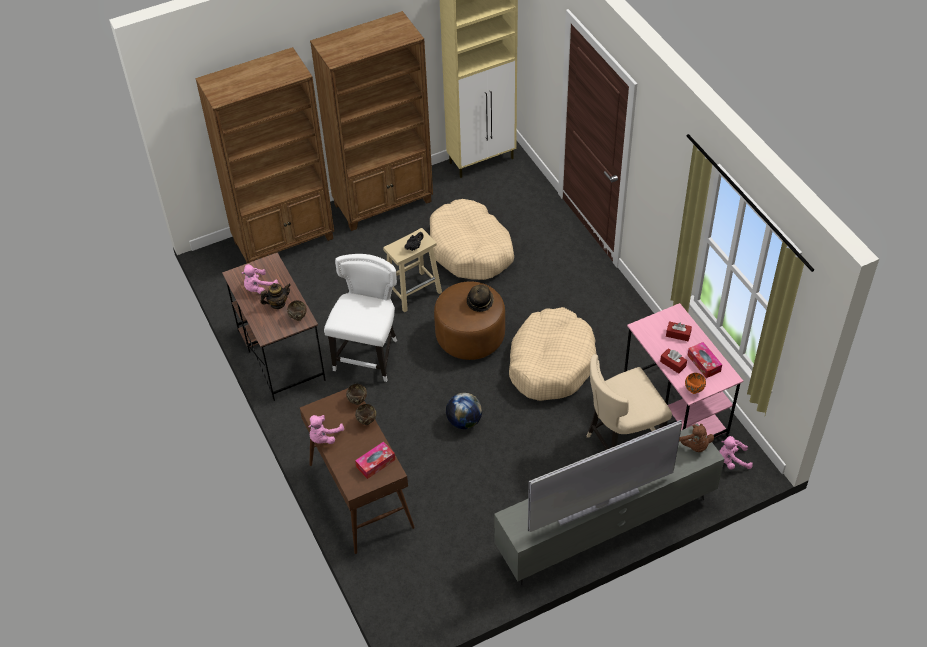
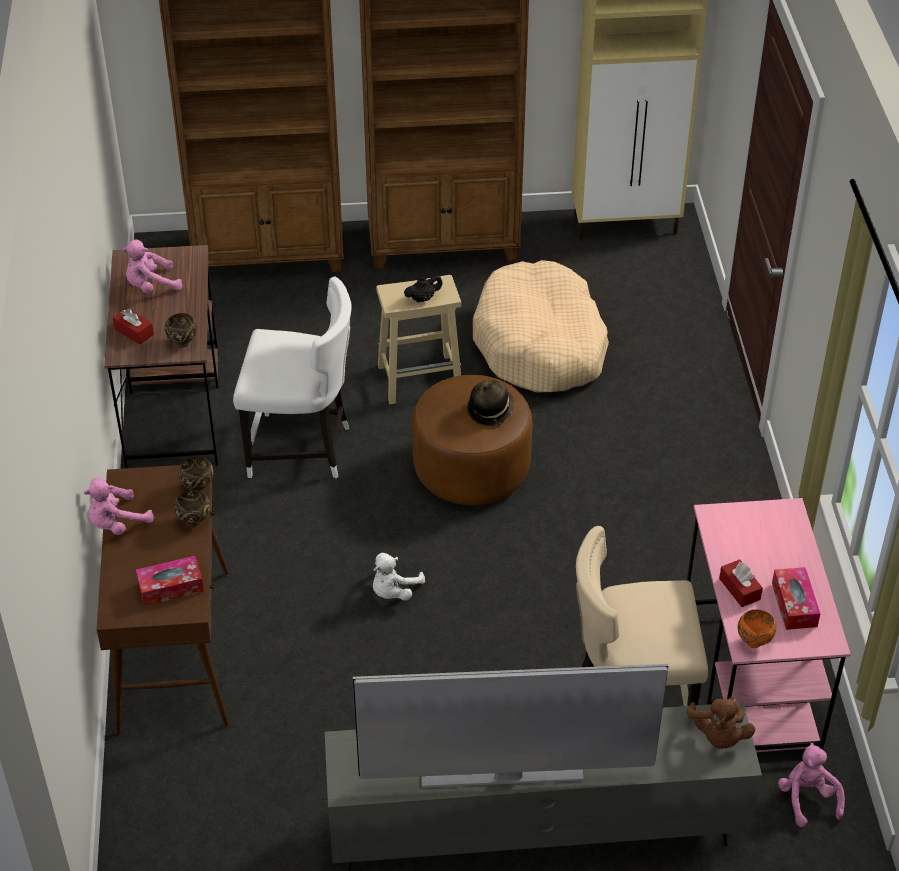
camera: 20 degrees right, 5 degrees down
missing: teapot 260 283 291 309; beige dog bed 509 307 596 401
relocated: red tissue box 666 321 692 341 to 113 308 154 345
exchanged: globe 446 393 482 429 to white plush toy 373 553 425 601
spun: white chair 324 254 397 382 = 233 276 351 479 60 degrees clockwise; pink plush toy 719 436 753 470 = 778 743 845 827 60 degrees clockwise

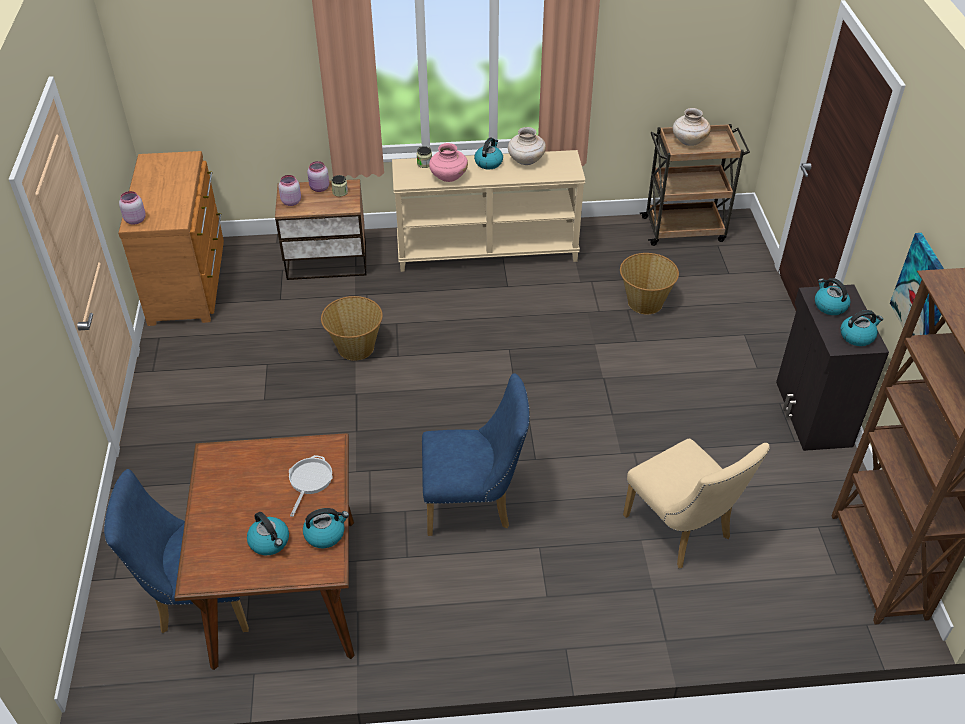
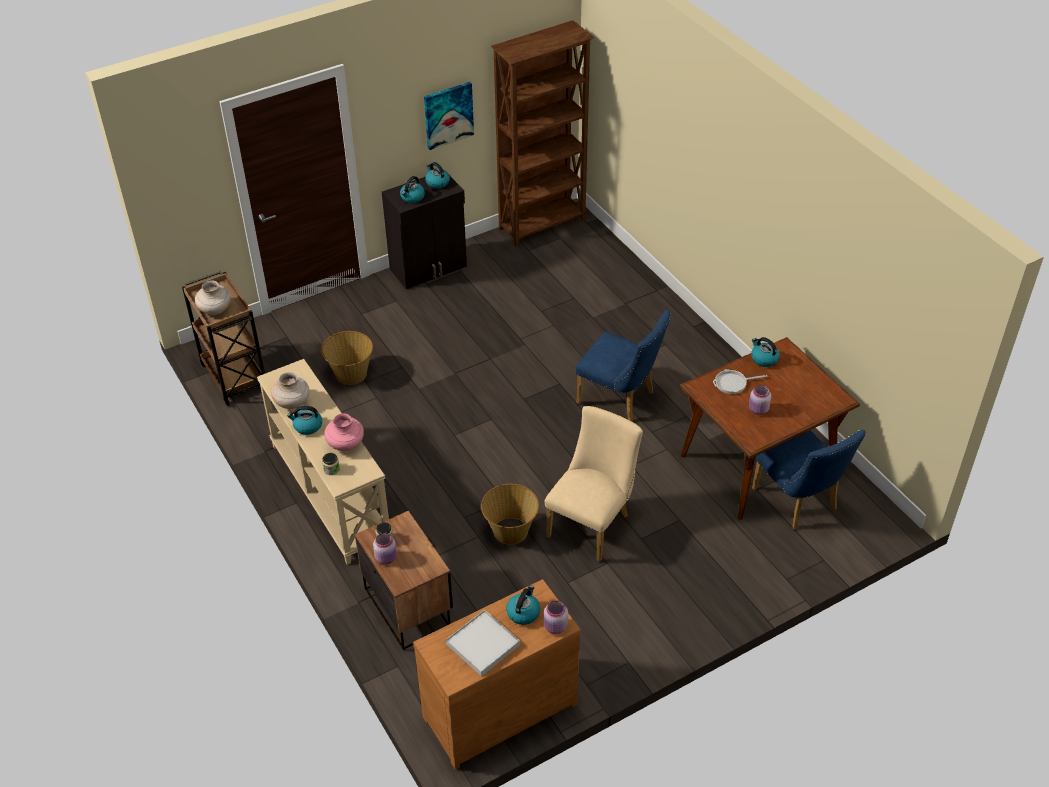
camera: 115 degrees left, 0 degrees up
appeared: white tray 446 610 520 676
relocated: kettle 247 512 289 555 to 506 585 540 625; pink jar 278 175 301 206 to 749 385 771 415; beige chair 623 439 770 568 to 545 406 643 561
spun: blue chair 422 373 530 536 = 576 310 671 422 150 degrees clockwise

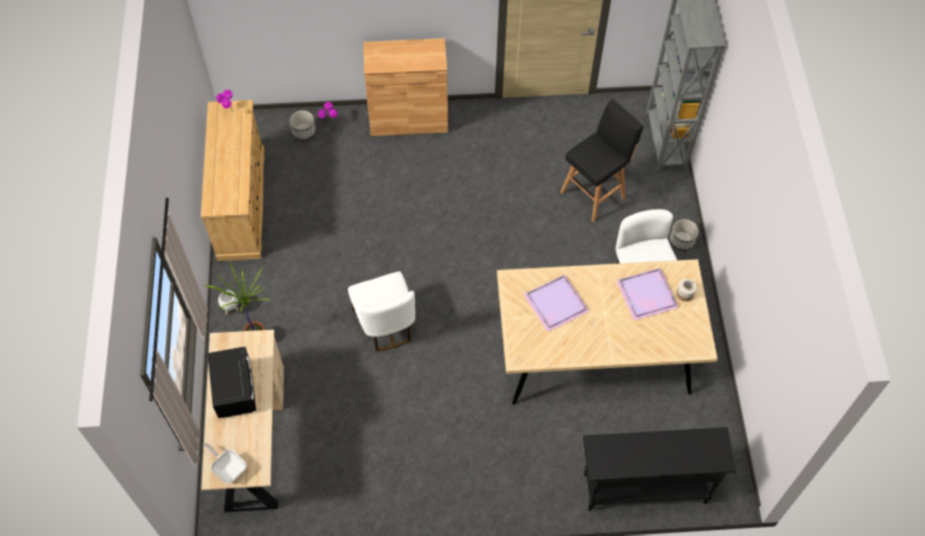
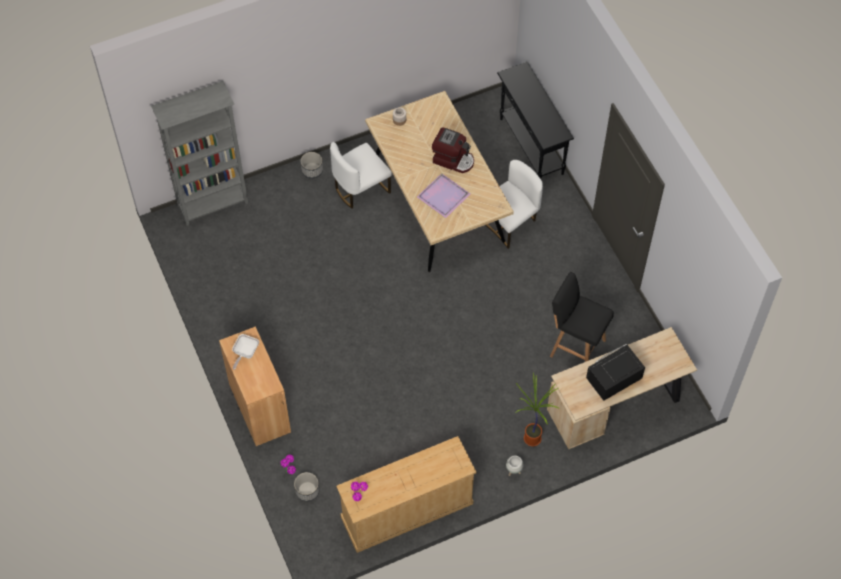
camera: 110 degrees left, 0 degrees up
missing: purple tray 616 268 679 320
appeared: coffee machine 432 128 474 173
relocated: frying pan 204 443 247 483 to 232 334 259 370; white chair 348 271 415 351 to 485 160 543 249; black stool 560 100 643 223 to 550 272 614 362

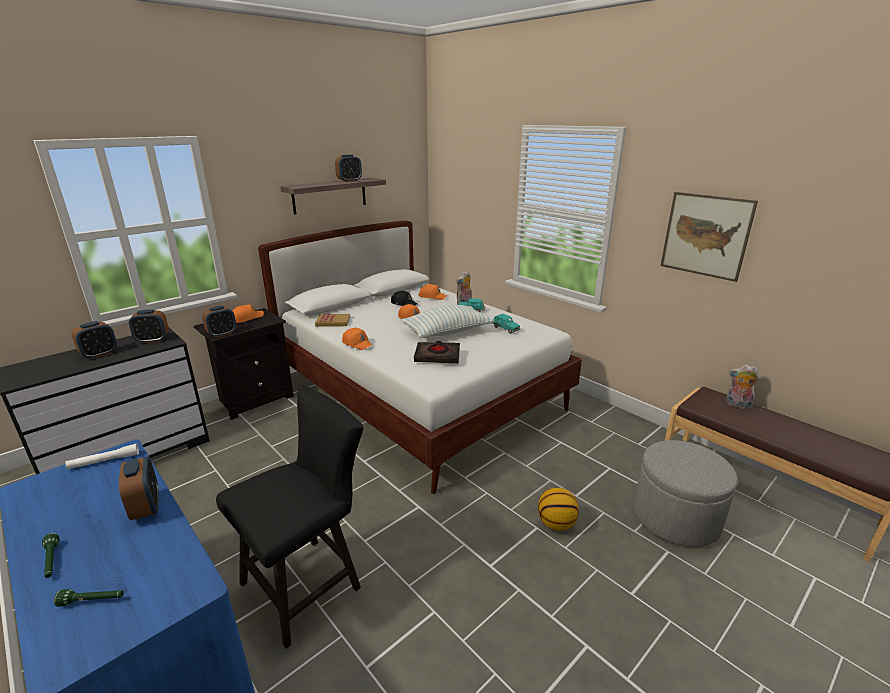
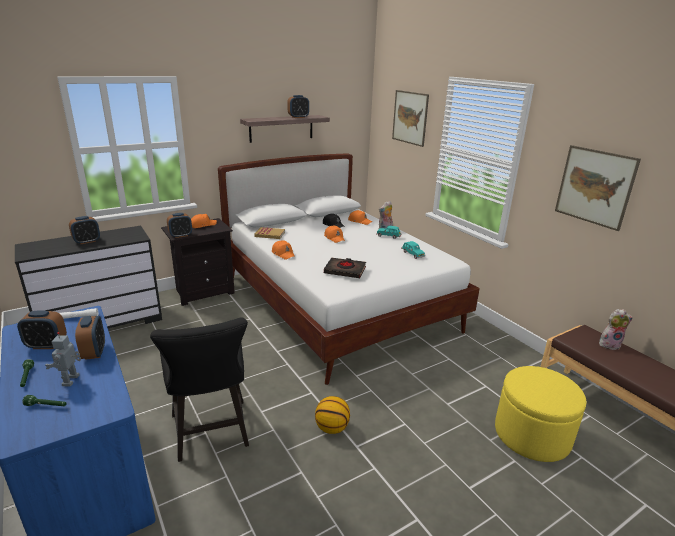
camera: 10 degrees right, 0 degrees up
missing: pillow 401 305 494 338
appeared: toy robot 45 332 81 387; picture 392 90 429 147
relocated: alarm clock 129 309 169 343 to 17 310 67 349; basketball 538 488 579 531 to 315 396 350 434
colour: grey ottoman 633 440 738 547 to yellow ottoman 495 366 587 462
spun: black chair 216 386 363 649 = 150 317 249 462 105 degrees clockwise; plush toy 726 365 759 409 = 599 309 633 350 135 degrees clockwise

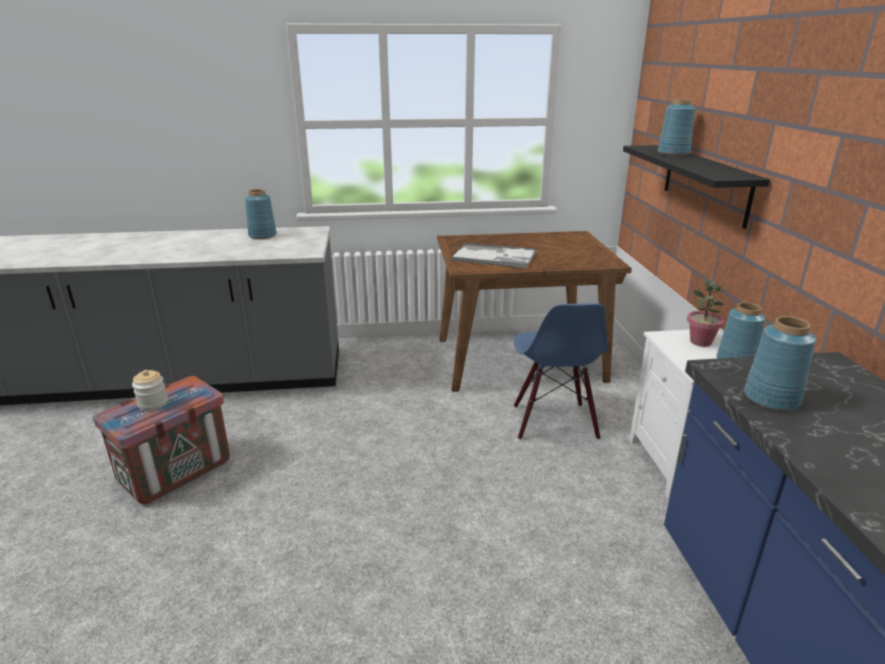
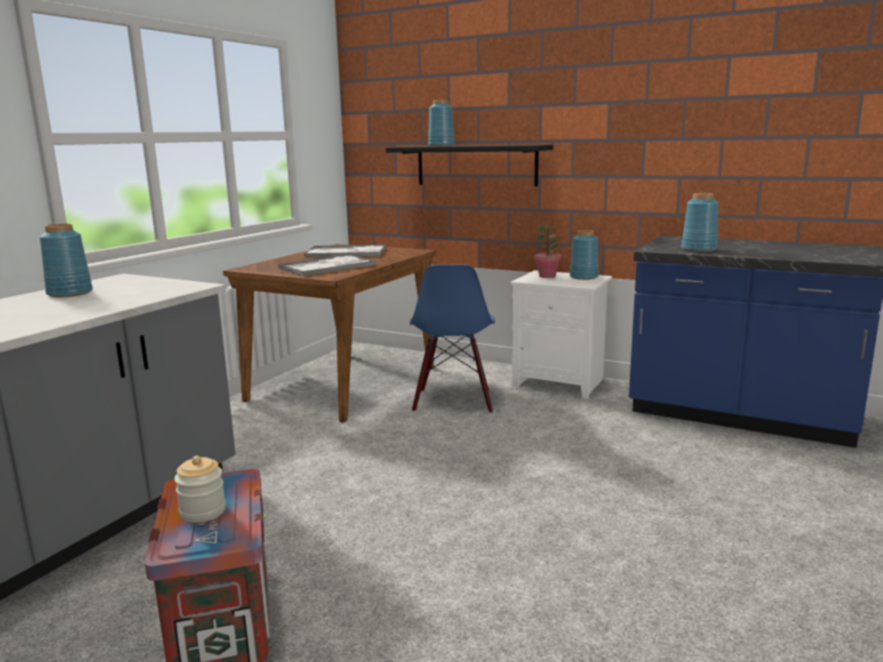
camera: 55 degrees left, 10 degrees down
appeared: tray 304 245 386 257
spun: blue chair 514 303 608 440 = 410 264 495 413 60 degrees clockwise

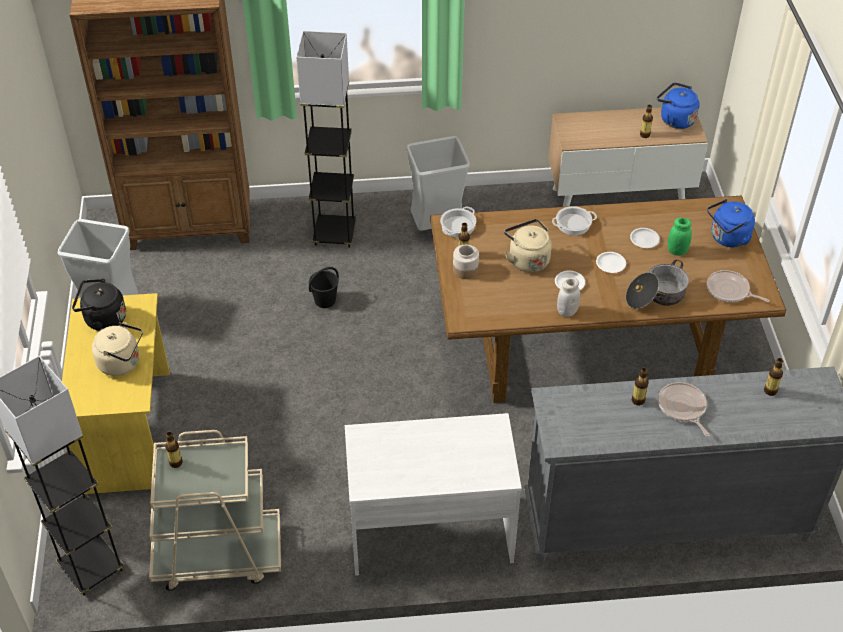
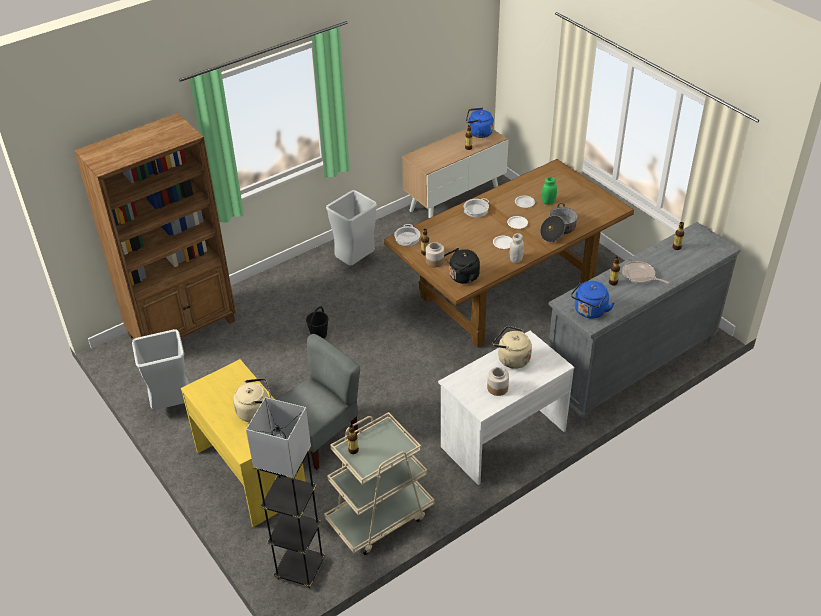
camera: 30 degrees left, 5 degrees down
missing: grey floor lamp 296 31 356 248; frying pan 707 270 770 303
appeared: grey chair 275 334 360 470; jar 487 367 509 396
relocated: black kettle 72 279 126 331 to 444 248 480 284; beige kettle 504 219 552 272 to 493 326 532 369; blue kettle 707 199 755 247 to 571 281 615 318

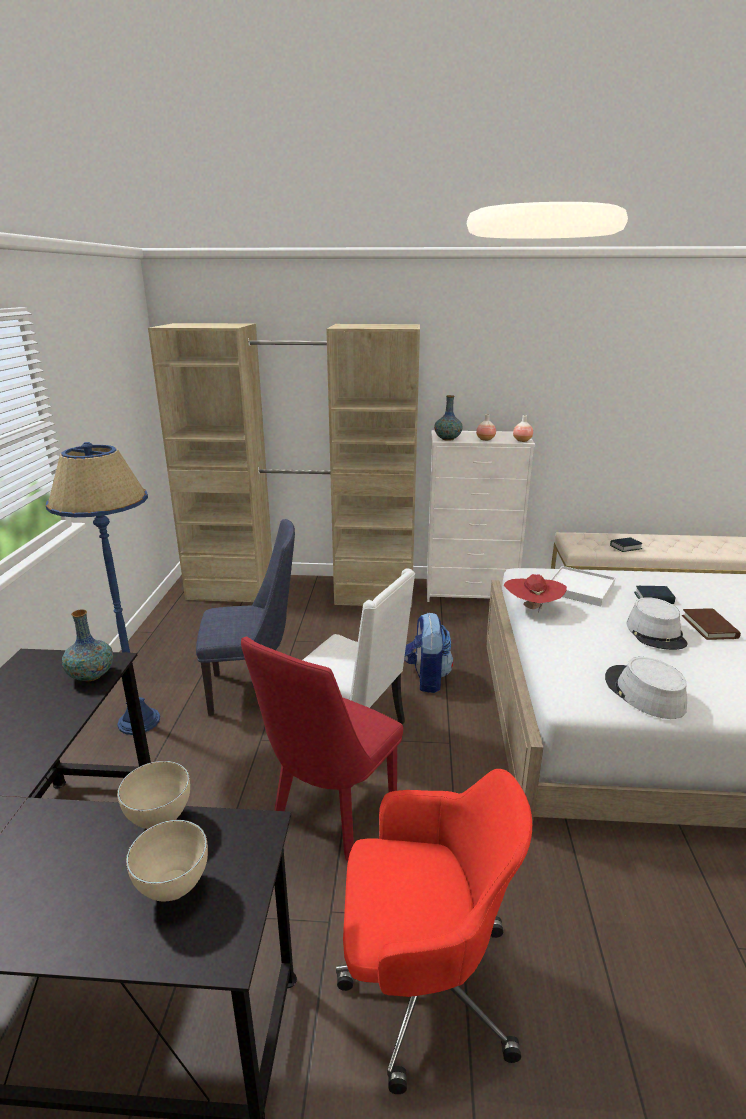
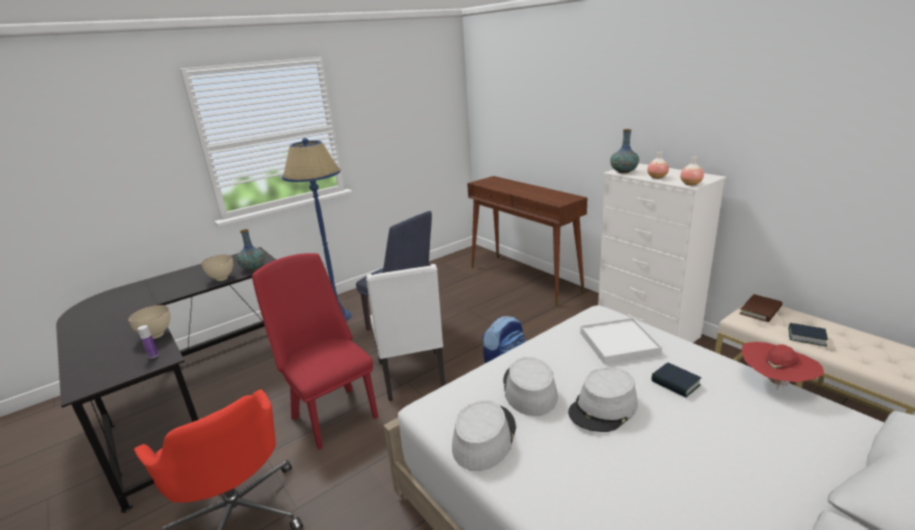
camera: 50 degrees right, 0 degrees up
appeared: bottle 138 325 158 359; grey hat 503 357 558 416
relocated: beige bowl 126 820 208 901 to 201 255 233 281; red hat 504 574 567 613 to 742 342 824 390; brown book 682 608 741 640 to 740 294 782 322
exchanged: beige wardrobe 148 323 420 607 to brown console table 467 176 587 307
spun: red chair 241 637 403 861 = 252 253 378 450 60 degrees clockwise

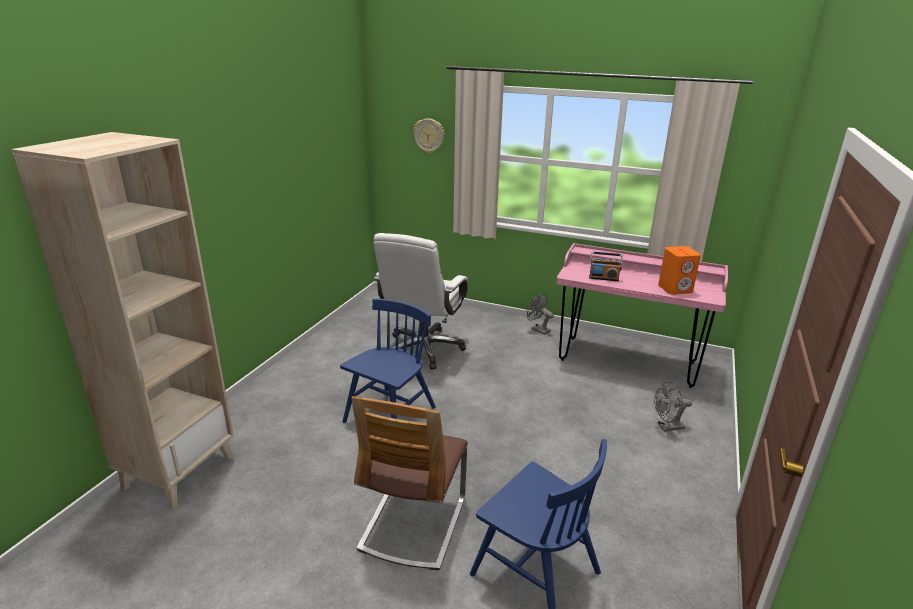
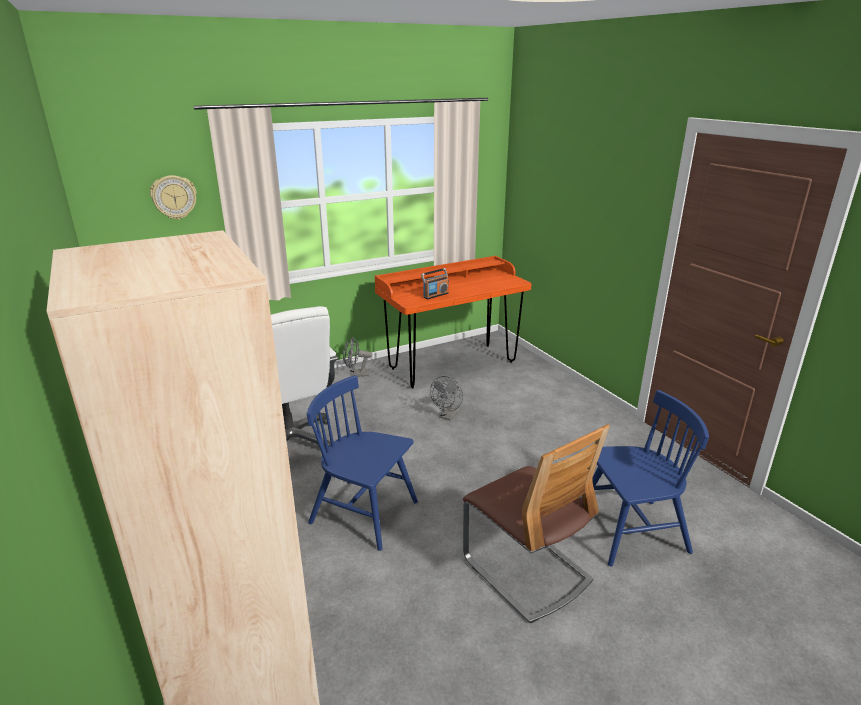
camera: 50 degrees left, 0 degrees up
missing: orange speaker 658 246 701 295
relocated: grey fan 654 382 692 431 to 430 376 463 421
colour: pink desk 556 243 728 388 to orange desk 375 256 532 388
spun: blue chair 340 298 436 423 = 307 375 418 551 45 degrees counterclockwise

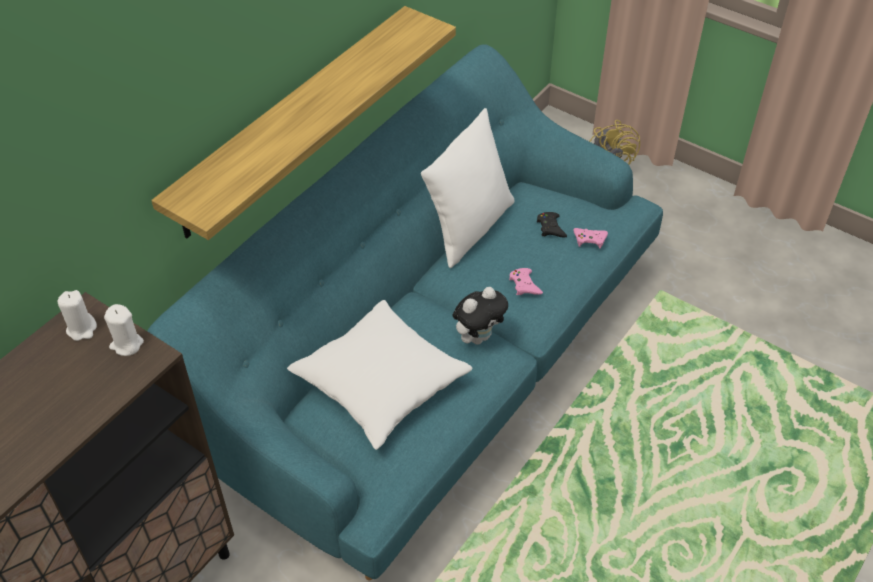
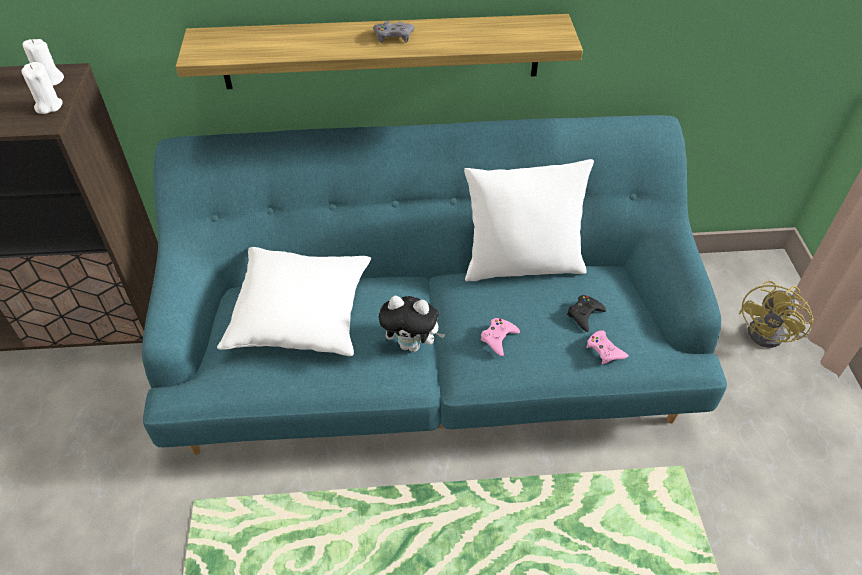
camera: 50 degrees right, 0 degrees up
appeared: grey game controller 373 21 415 43

